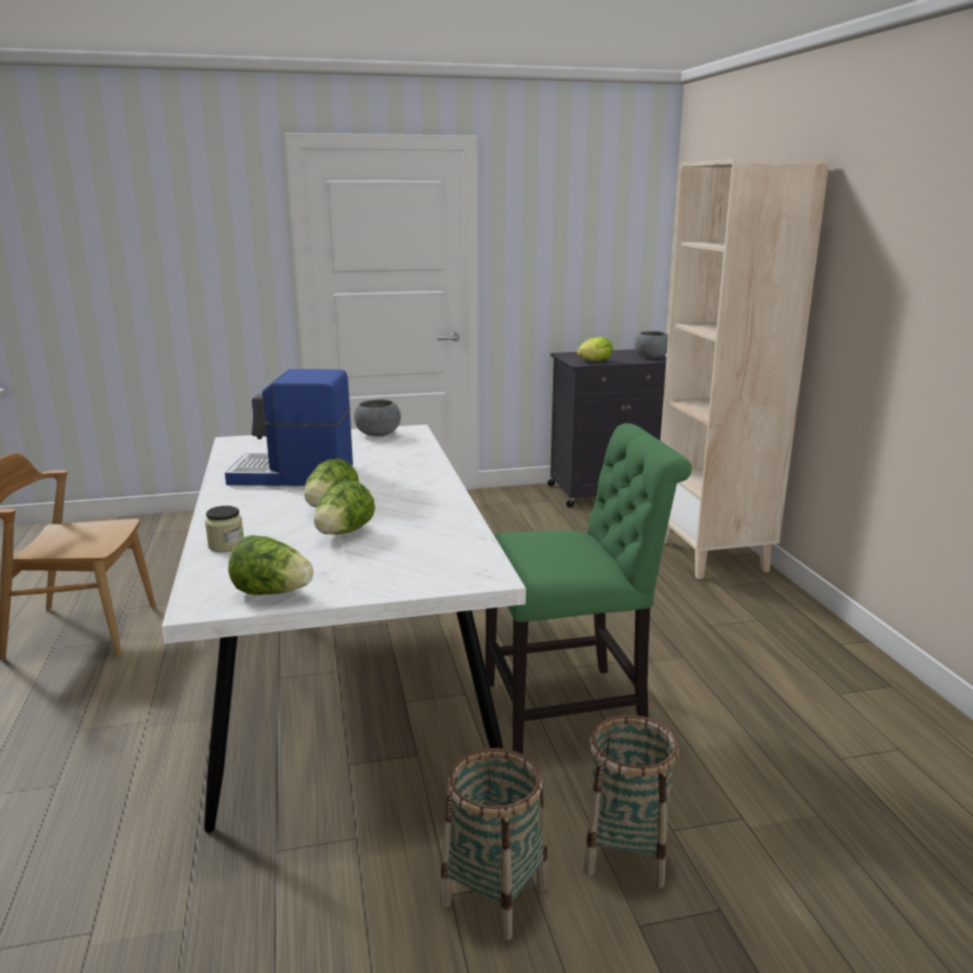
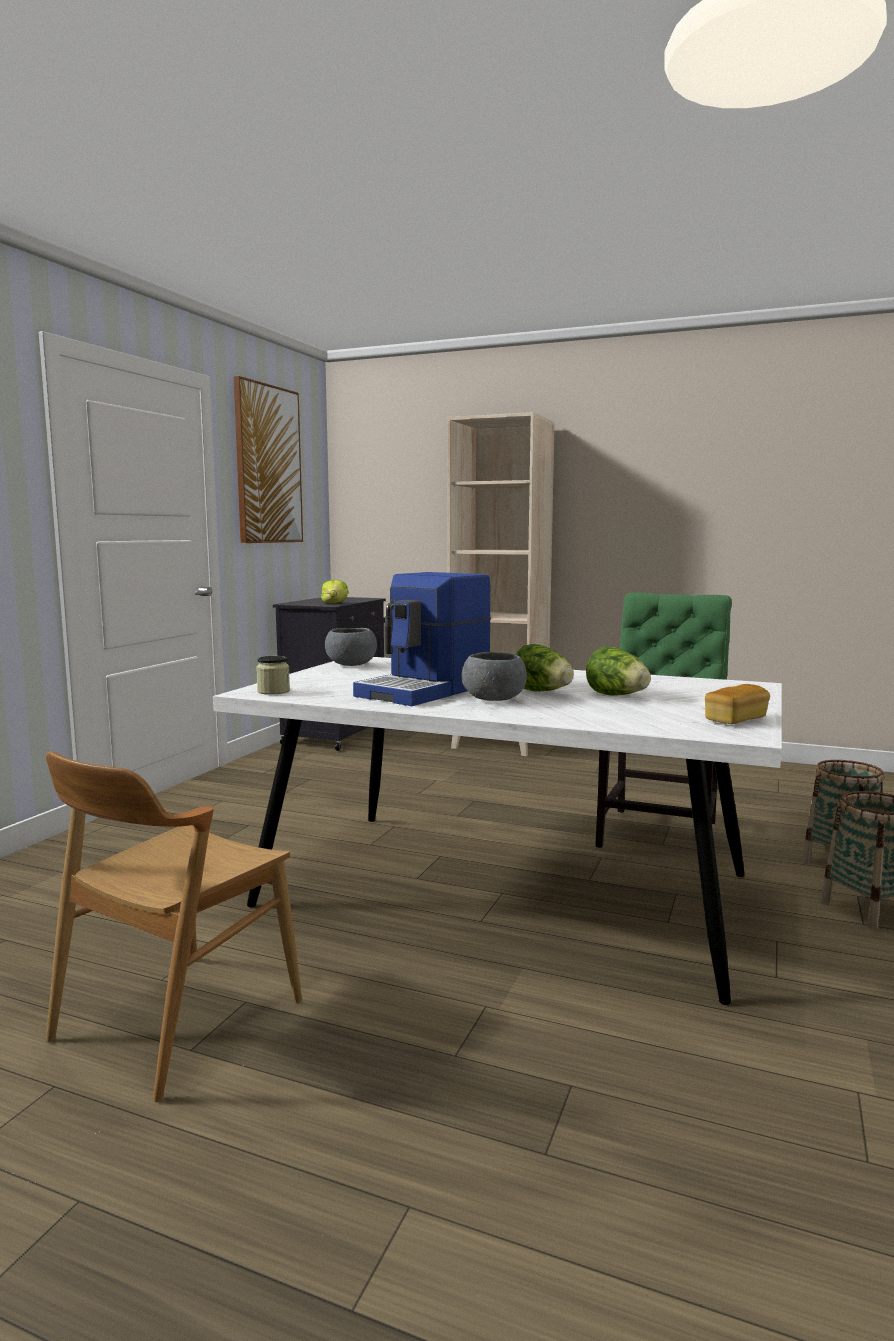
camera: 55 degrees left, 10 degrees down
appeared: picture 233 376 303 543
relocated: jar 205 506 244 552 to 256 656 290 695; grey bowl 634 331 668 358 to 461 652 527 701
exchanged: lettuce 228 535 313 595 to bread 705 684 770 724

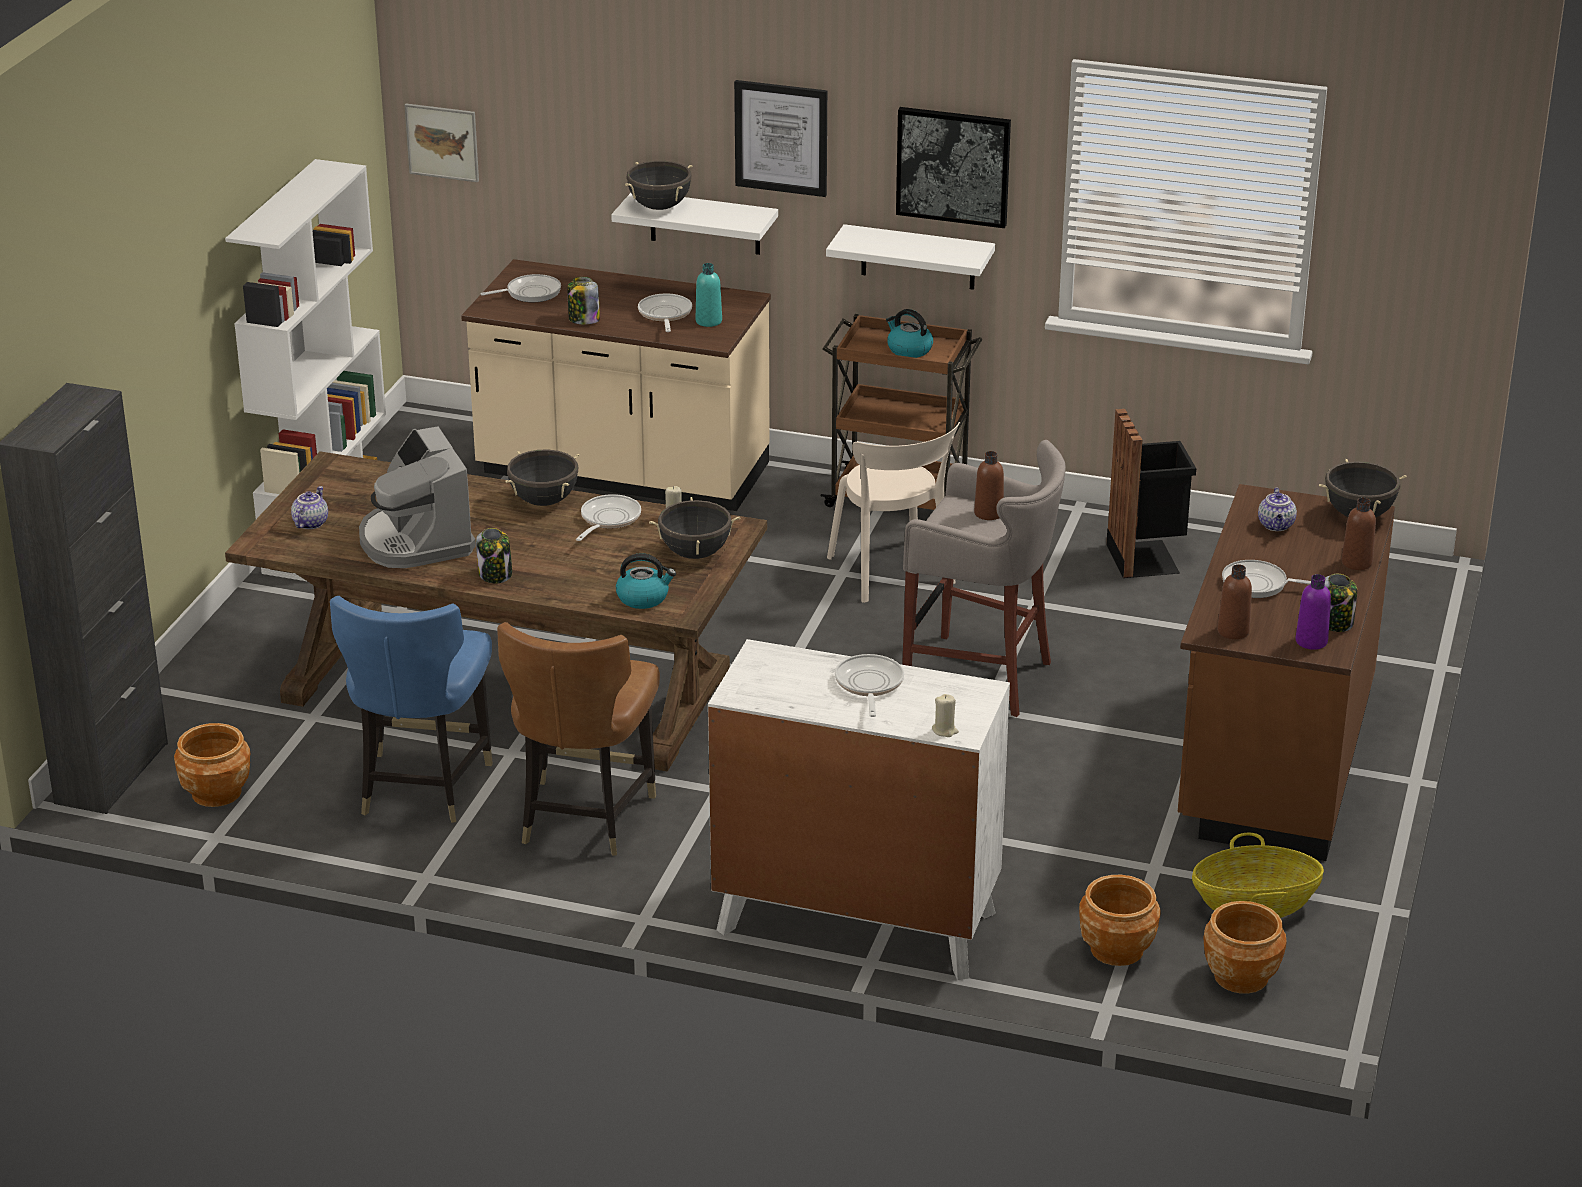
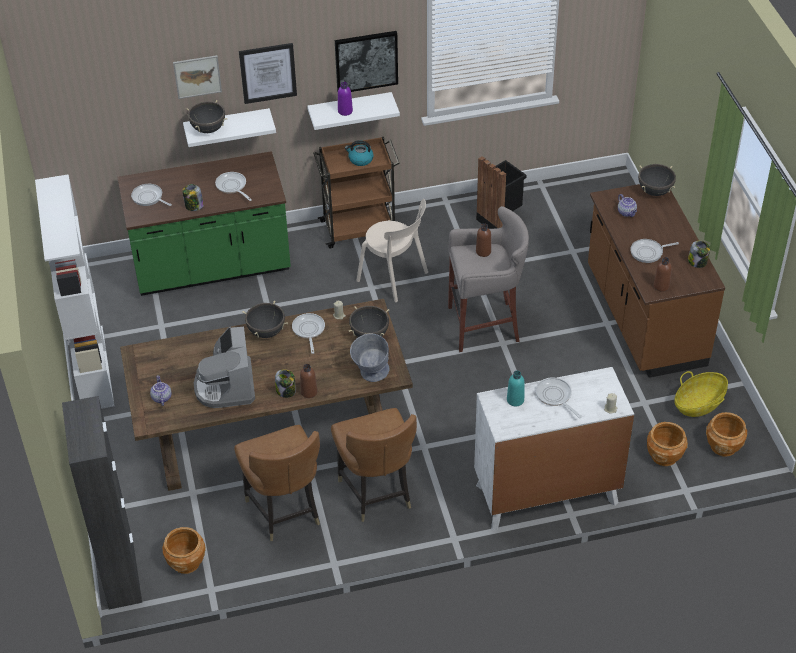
camera: 30 degrees left, 15 degrees up
relocated: picture 405 104 479 182 to 173 55 222 99; turquoise bottle 696 263 722 327 to 507 370 525 406; purple bottle 1296 574 1331 650 to 338 82 353 116; brown bottle 1341 498 1376 570 to 300 364 317 398
exchanged: kettle 616 553 676 609 to grey bowl 350 334 389 382
colour: blue chair 330 596 493 823 to brown chair 234 425 320 541; beige counter 461 259 771 511 to green counter 117 151 291 296
spun: coffee machine 359 427 476 568 = 194 327 255 408 45 degrees clockwise; frying pan 480 274 561 302 = 131 184 172 206 90 degrees counterclockwise

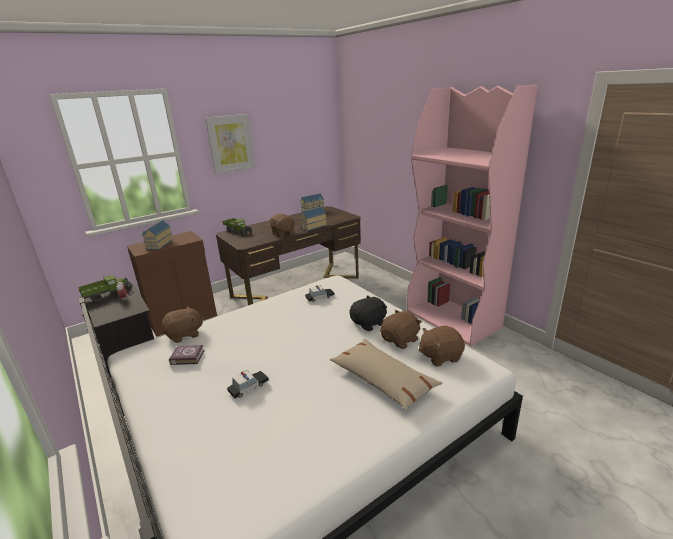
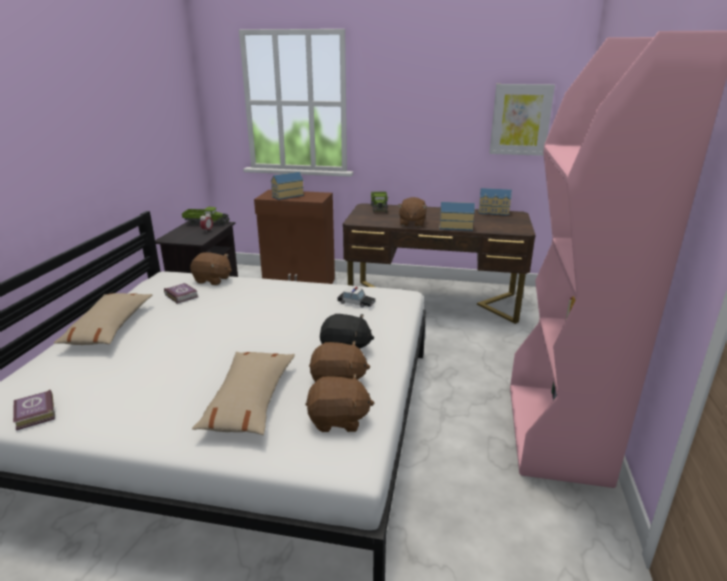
camera: 45 degrees right, 0 degrees up
missing: toy car 227 370 269 398
appeared: book 13 390 55 430; beige pillow 54 293 152 345
relocated: picture 205 114 255 174 to 489 84 555 156
spun: brown plush toy 419 325 465 367 = 306 374 374 432 150 degrees clockwise

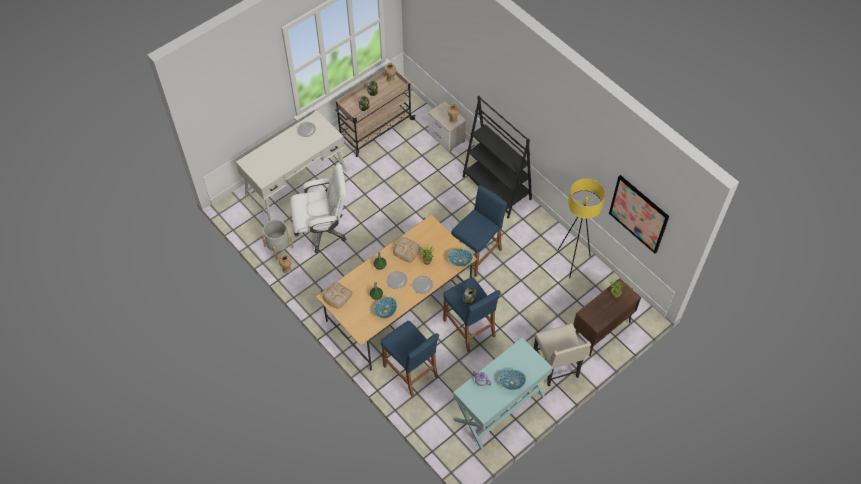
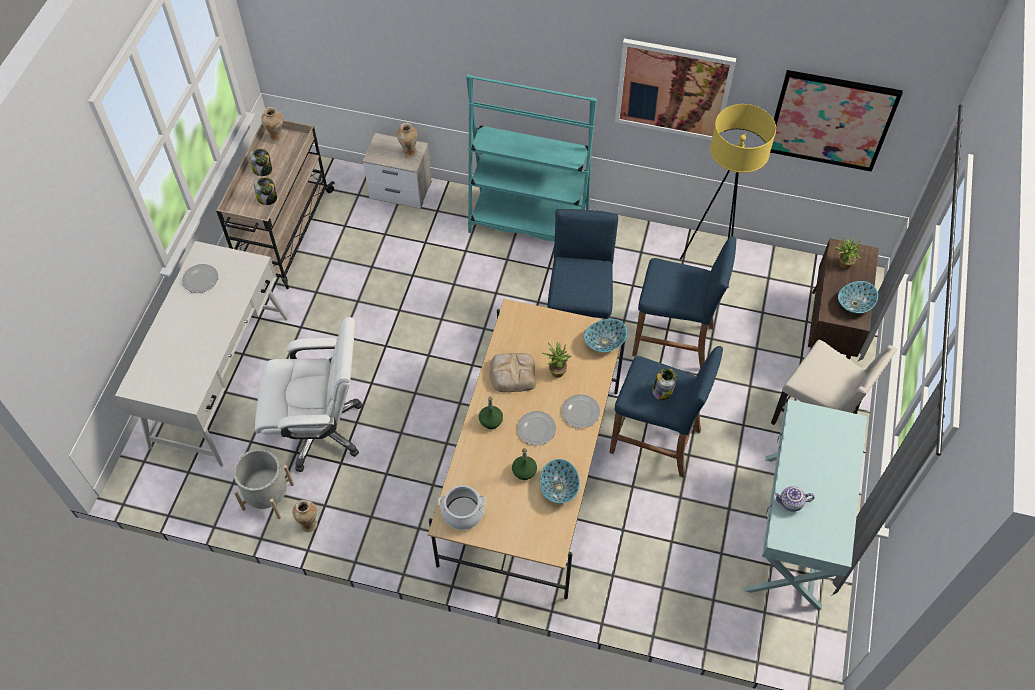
camera: 35 degrees left, 0 degrees up
appeared: picture 615 38 736 140
relocated: blue stool 381 321 439 398 to 632 236 736 368; bowl 499 370 526 390 to 838 281 878 313
exchanged: bread 323 282 352 309 to cooking pot 438 485 486 530
colour: black bookcase 462 96 532 219 to turquoise bookcase 466 74 597 241
spun: white office chair 290 163 347 253 = 255 317 363 472 45 degrees clockwise

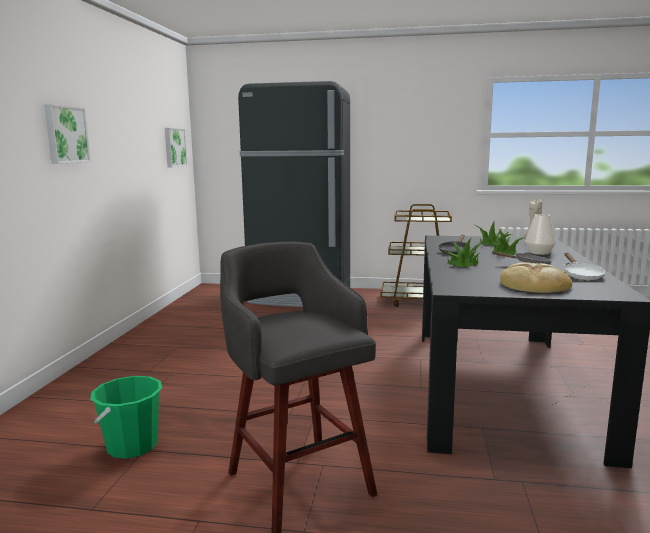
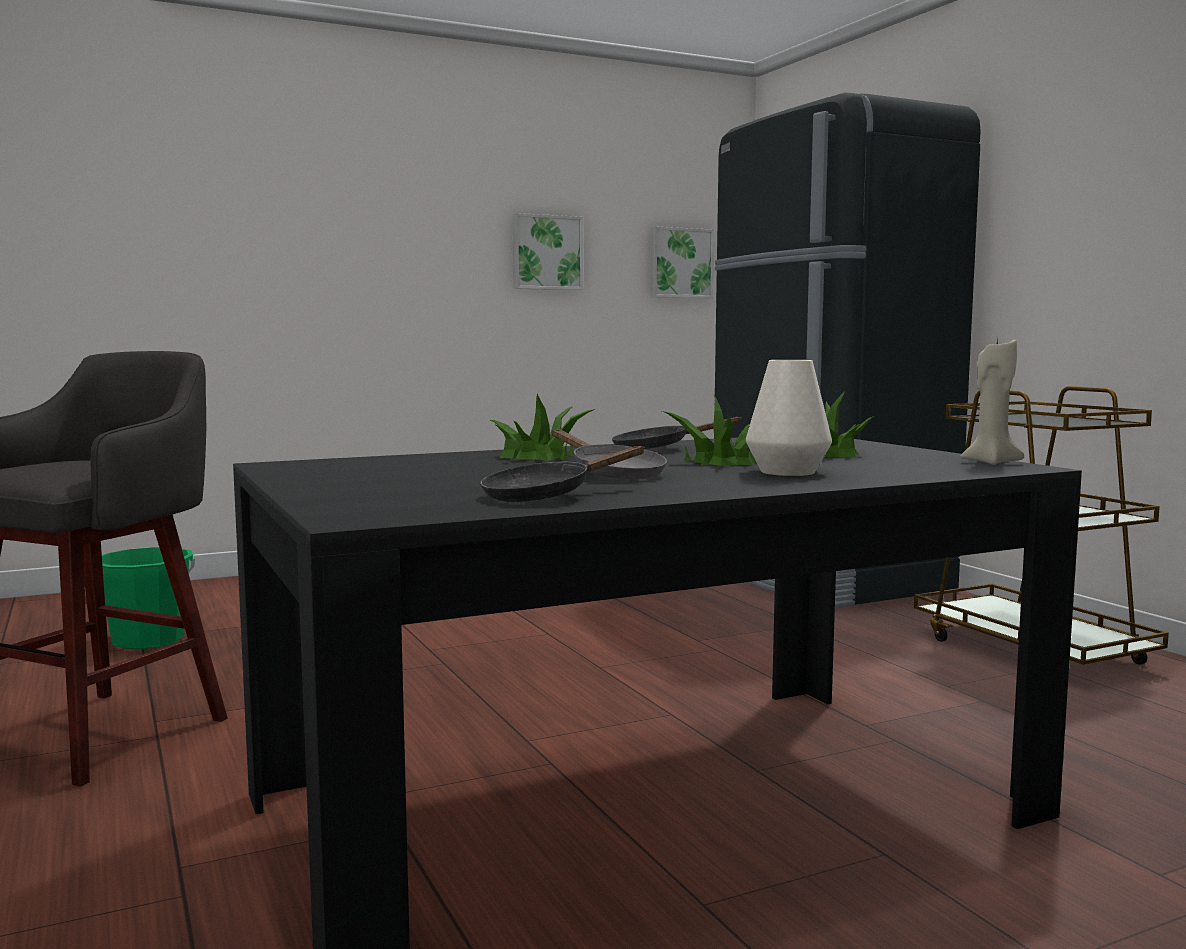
camera: 55 degrees right, 5 degrees down
missing: bread 500 262 572 293
relocated: picture 44 104 91 164 to 513 213 583 290
colour: white frying pan 563 253 605 280 to black frying pan 480 446 645 502

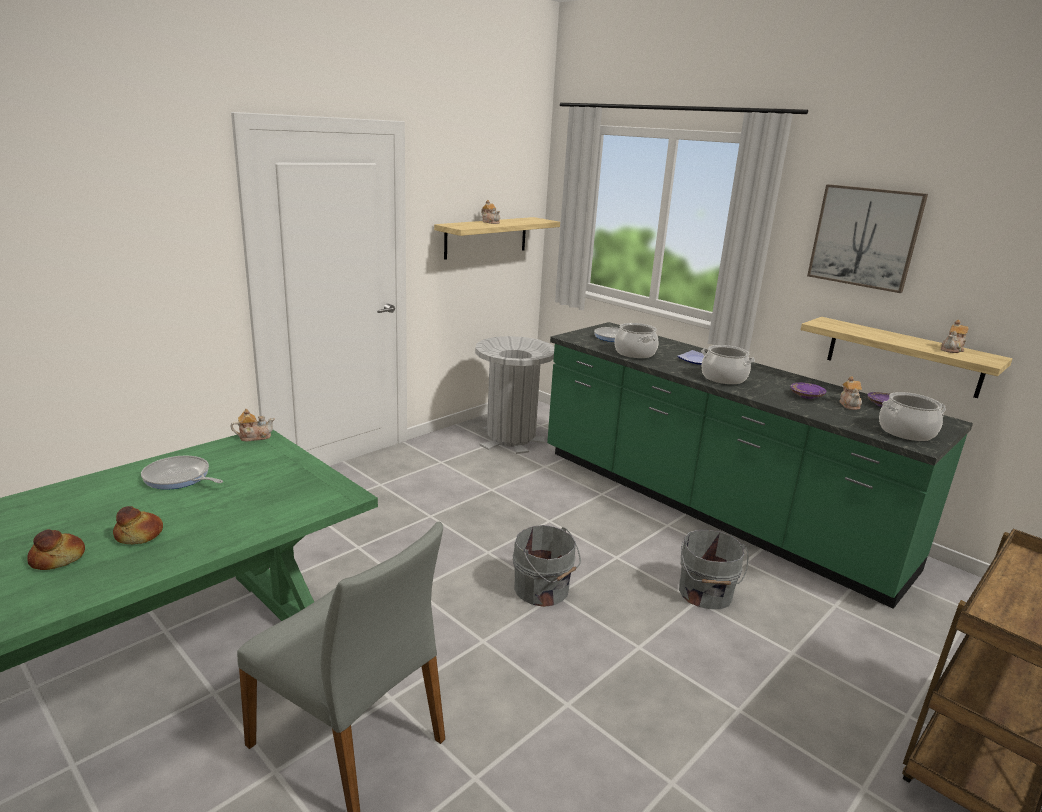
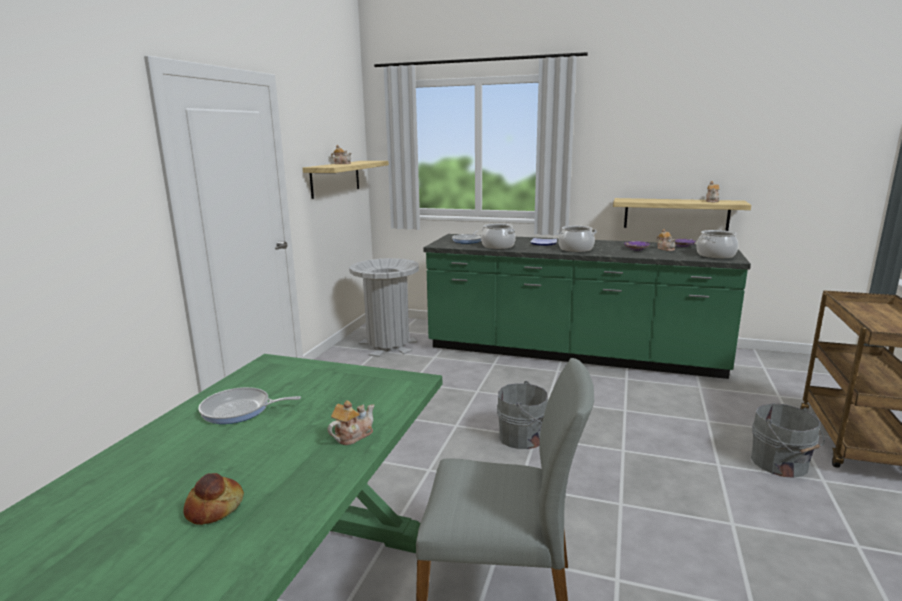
camera: 25 degrees left, 5 degrees down
missing: bread 113 506 163 544; picture 807 184 928 293
relocated: teapot 230 409 275 441 to 328 401 374 445; grey bucket 679 530 748 609 to 751 404 825 478

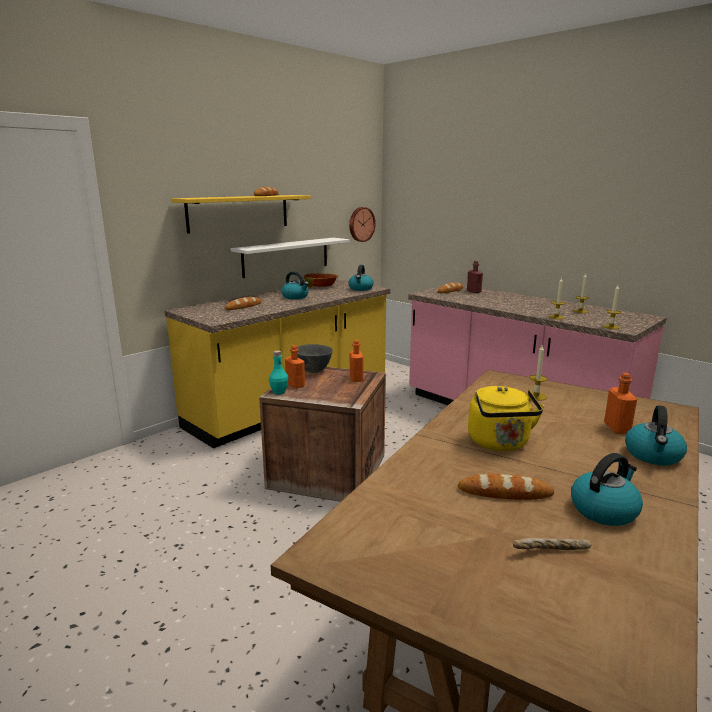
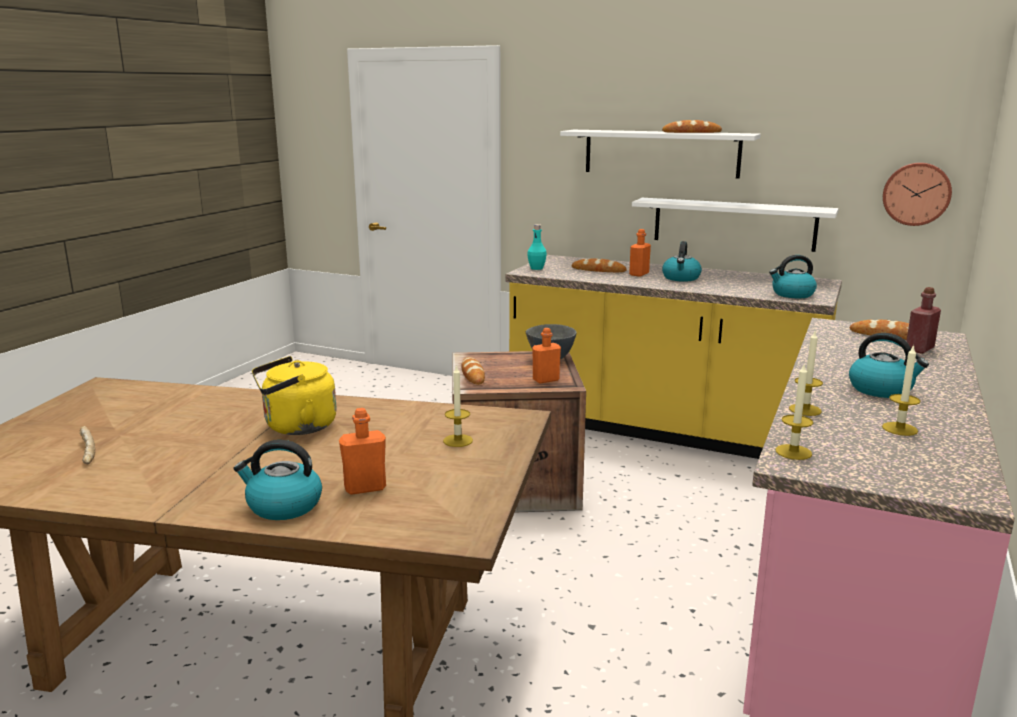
camera: 70 degrees right, 0 degrees up
missing: bowl 304 273 339 288
relocated: turquoise bottle 269 351 289 395 to 527 224 547 270; orange bottle 285 345 305 389 to 629 229 651 277; bread 458 473 554 500 to 462 357 485 385; kettle 571 453 643 526 to 849 333 929 398
colour: yellow shelf 172 195 311 234 to white shelf 560 130 761 179

